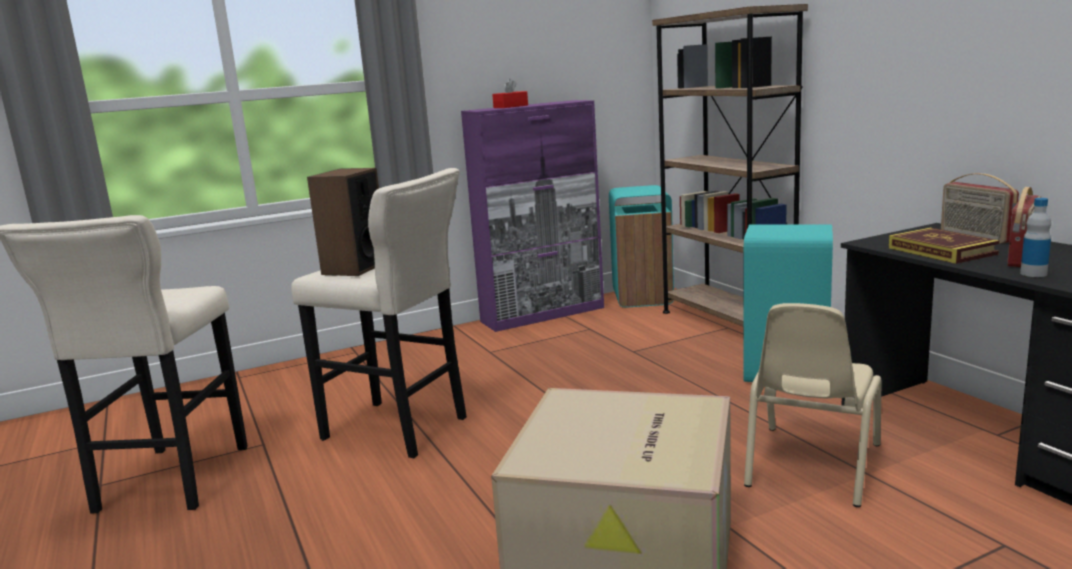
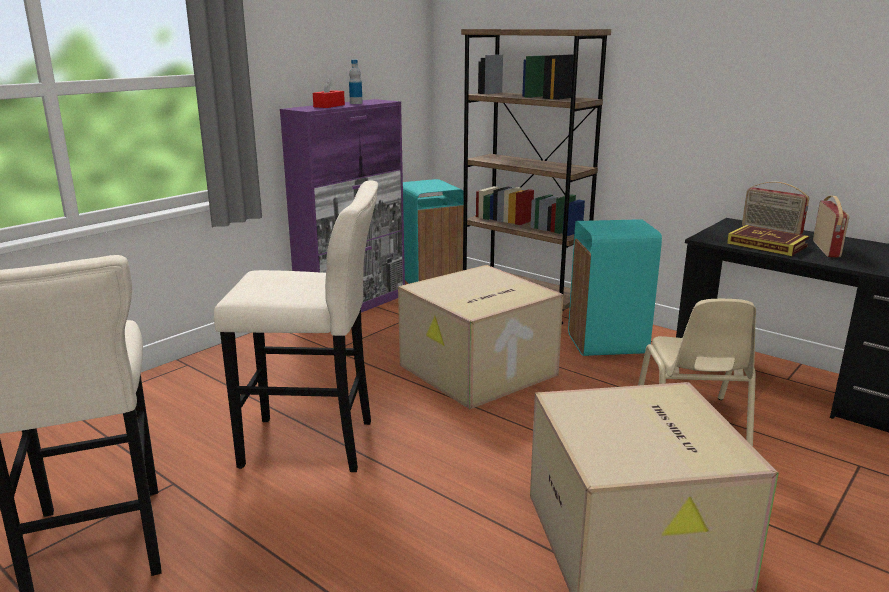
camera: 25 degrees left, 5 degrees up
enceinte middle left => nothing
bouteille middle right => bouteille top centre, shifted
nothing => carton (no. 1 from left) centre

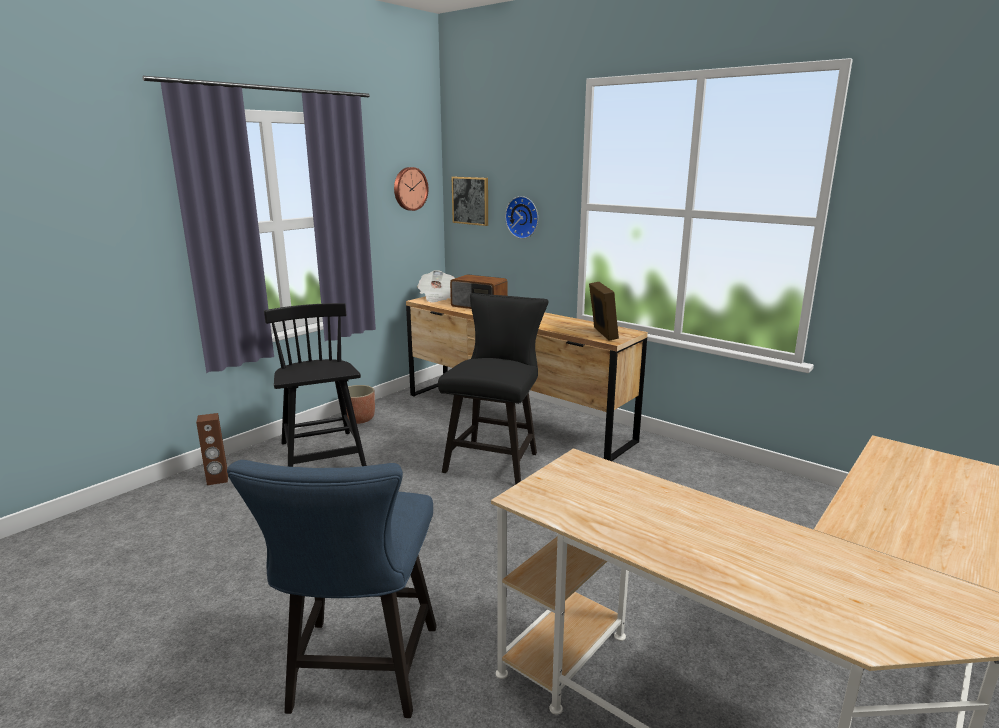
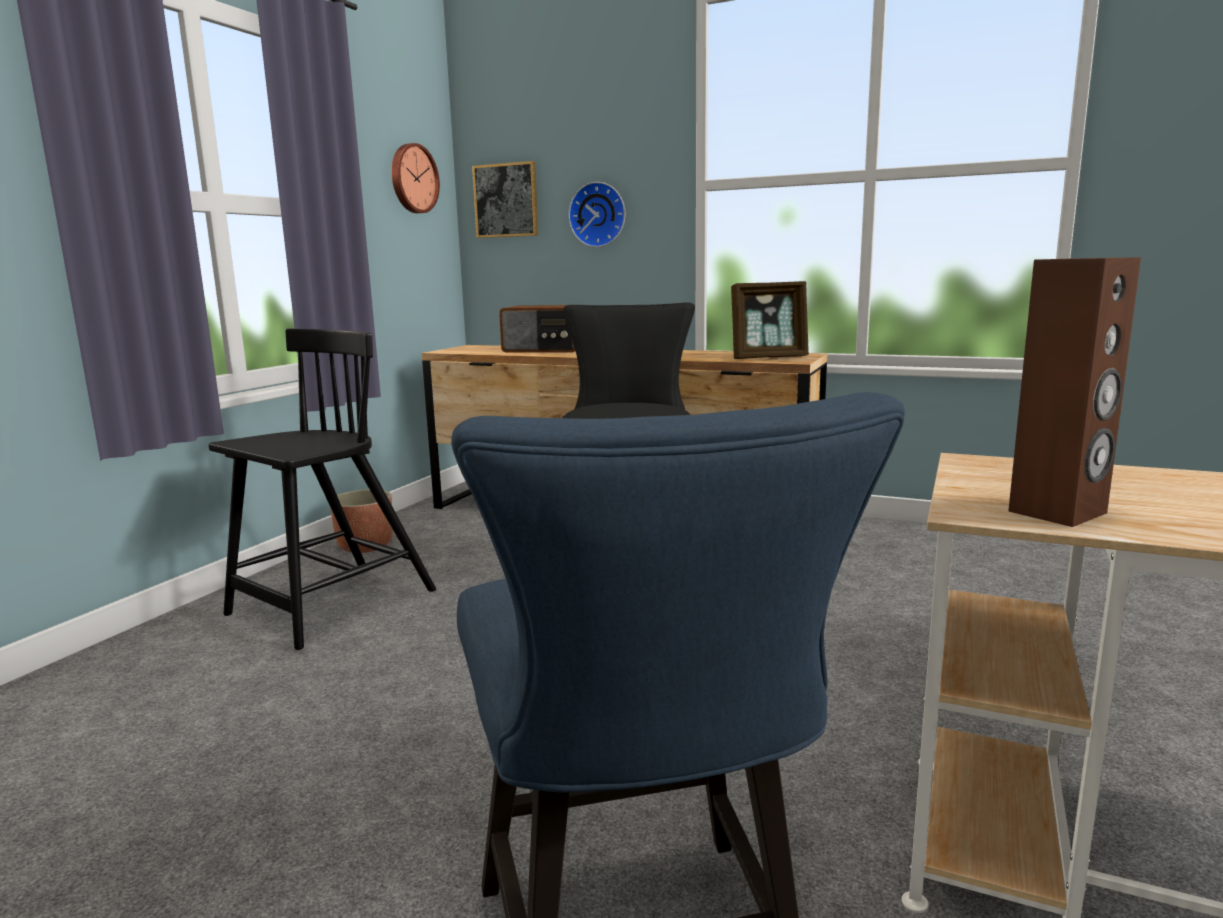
camera: 15 degrees left, 5 degrees down
enceinte [marron] middle left => enceinte [marron] middle right, shifted
chaise [noir] (no. 1 from left) middle left, 75 degrees clockwise
journal centre => nothing
cadre photo centre, 105 degrees clockwise

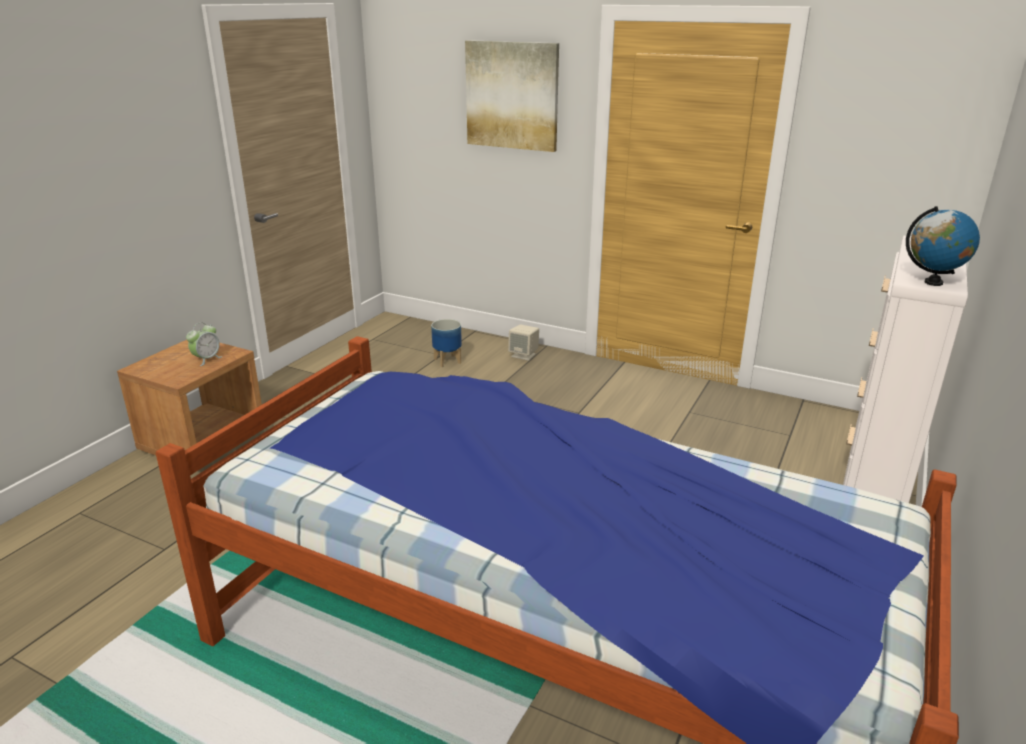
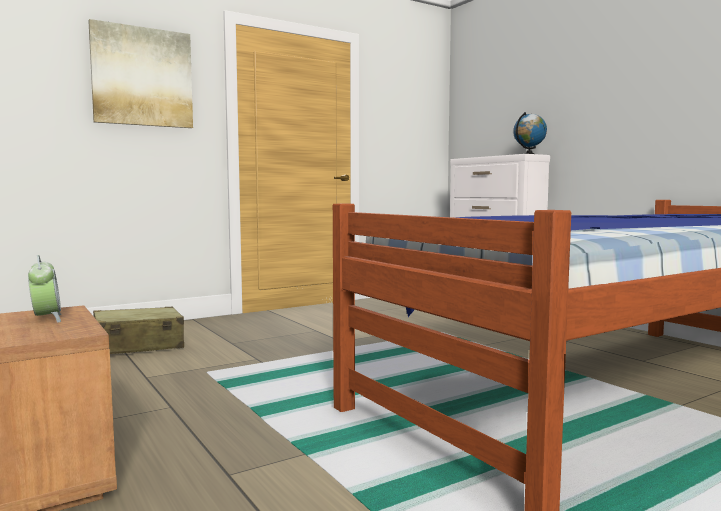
camera: 60 degrees left, 20 degrees down
cache-pot centre => valise [beige] middle left
enceinte [beige] centre => nothing

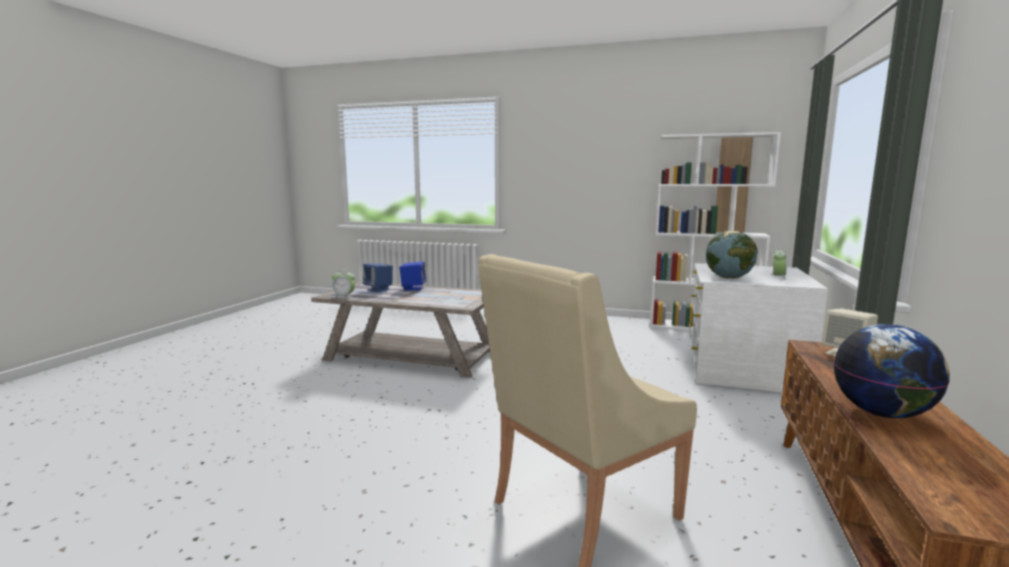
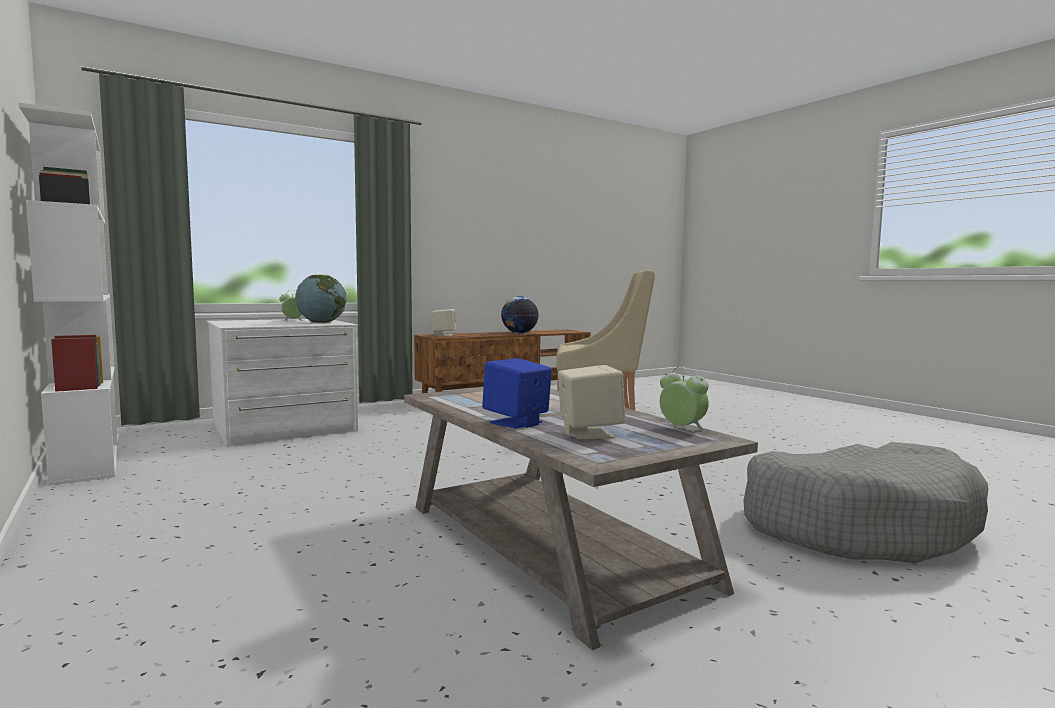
camera: 140 degrees left, 5 degrees down
enceinte [bleu] (no. 1 from left) centre => enceinte [beige] (no. 2 from left) centre
nothing => panier pour chien [gris] bottom right

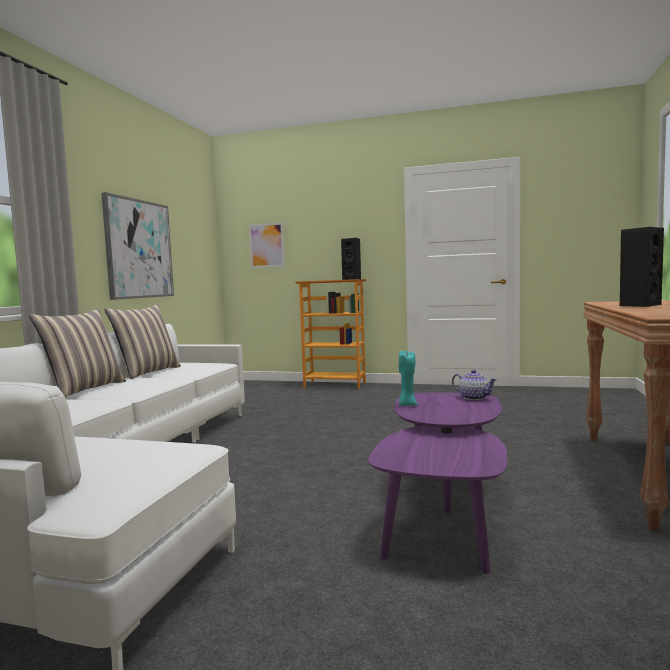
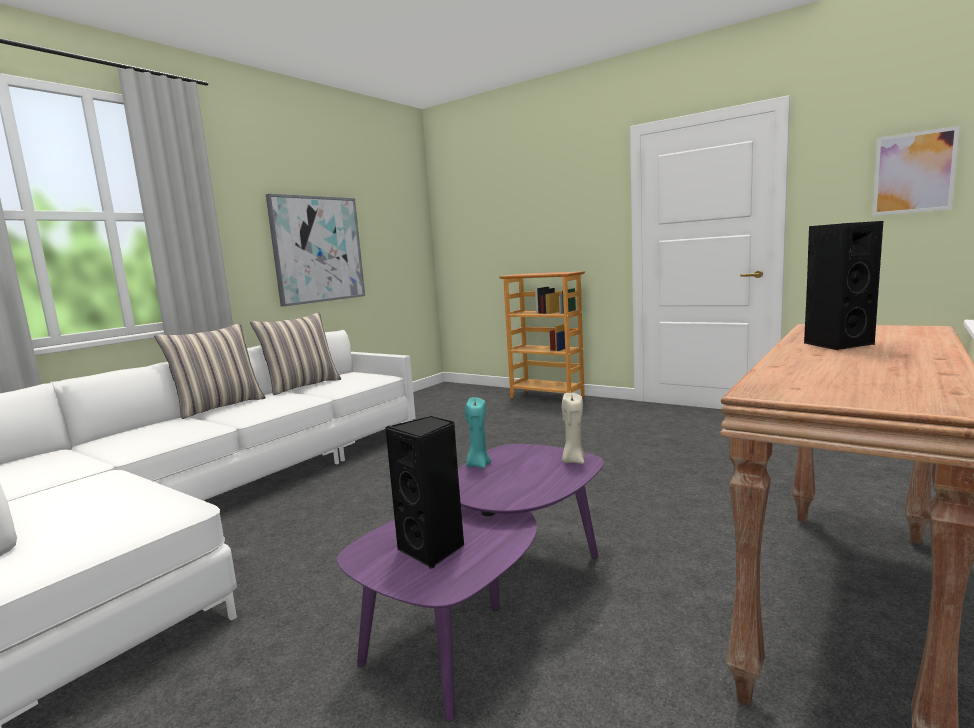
camera: 20 degrees right, 5 degrees up
tableau (no. 2 from left) centre => tableau (no. 2 from left) top right, shifted
enceinte [noir] (no. 1 from left) centre => enceinte [noir] (no. 1 from left) bottom centre, shifted
théière middle right => bougie [beige] centre

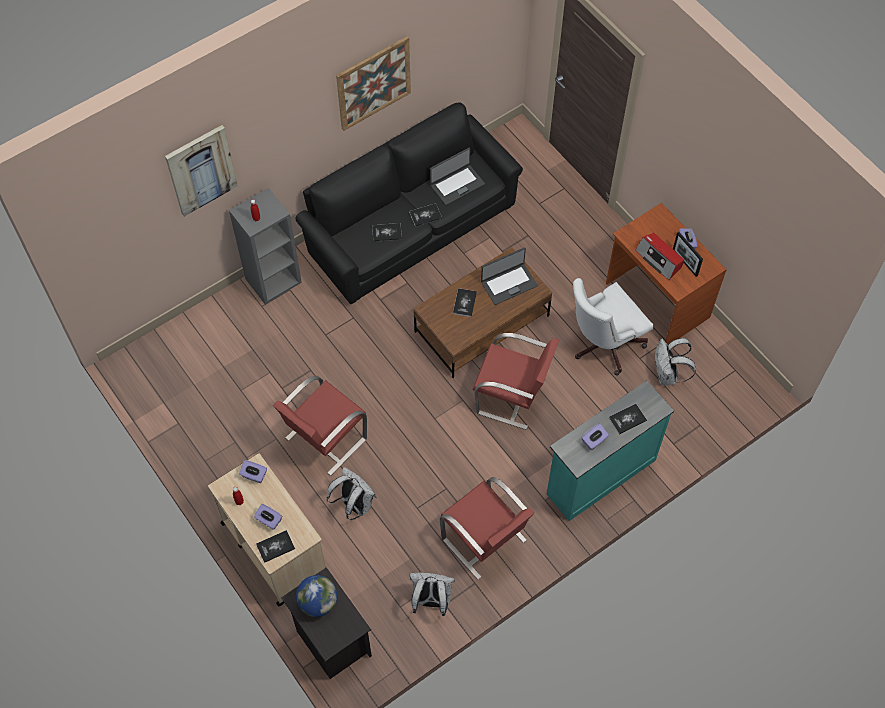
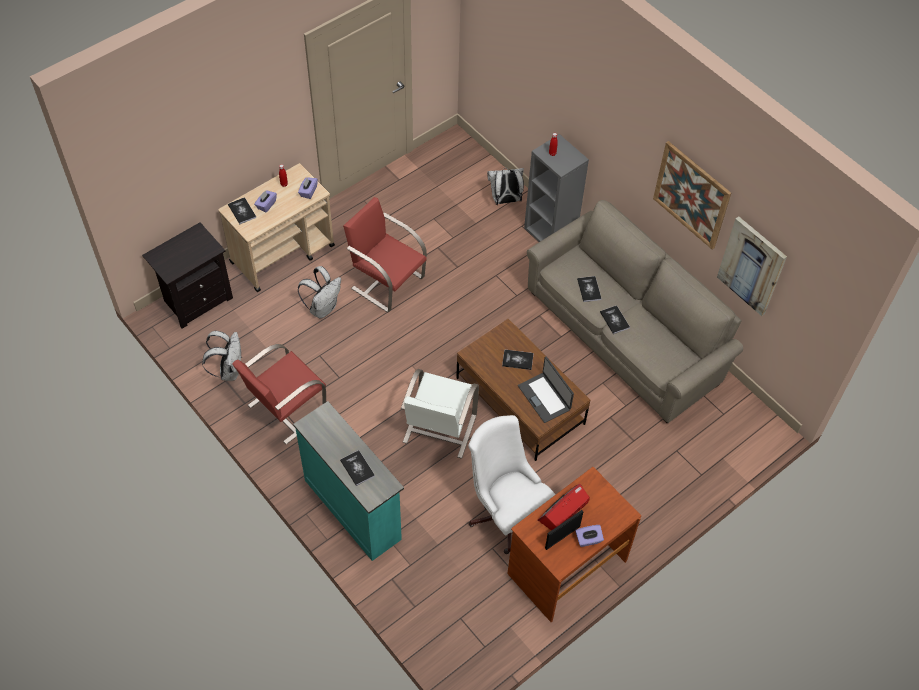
camera: 85 degrees right, 5 degrees down
tableau (no. 1 from left in the first image) top left => tableau (no. 2 from left) middle right, shifted
canapé [noir] top centre => canapé [beige] middle right
globe bottom centre => nothing
ordinateur portable (no. 1 from left) top centre => nothing
chaise [rouge] (no. 3 from left) centre => chaise [blanc] centre
boîte à mouchoirs [violet] (no. 3 from left) middle right => nothing
sac à dos [blanc] (no. 3 from left) middle right => sac à dos [blanc] (no. 3 from left) top centre, shifted

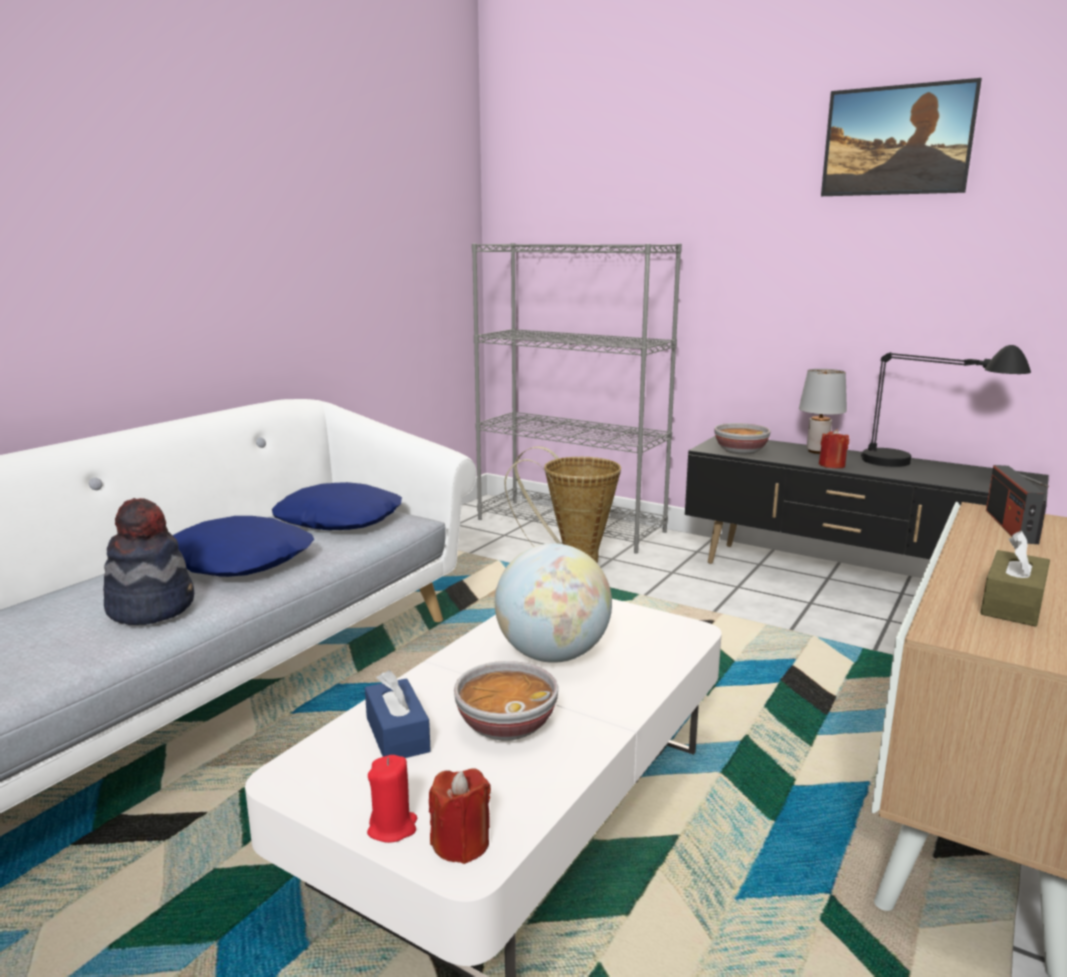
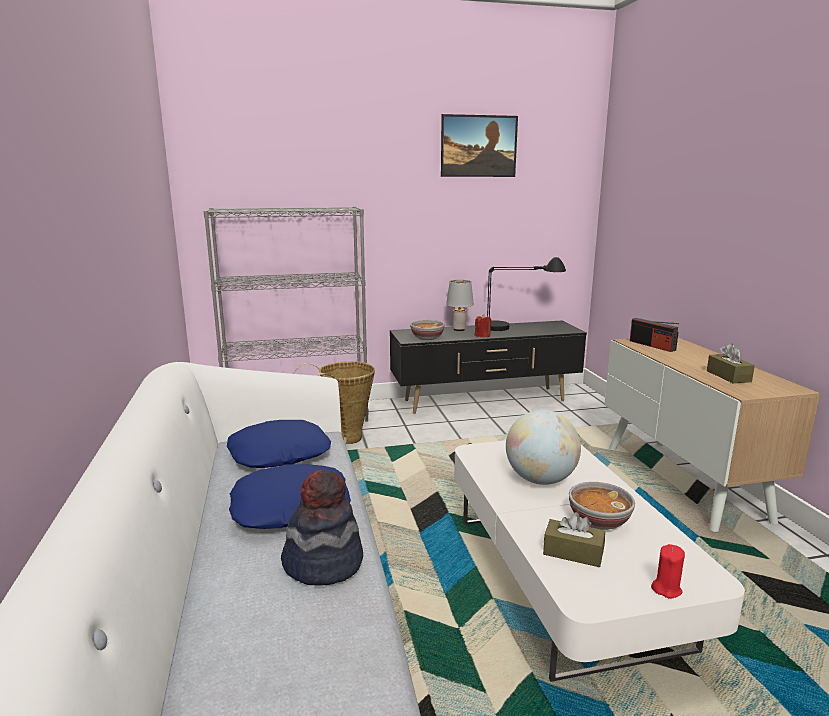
camera: 45 degrees left, 0 degrees up
boîte à mouchoirs [bleu] bottom centre => boîte à mouchoirs [marron] (no. 1 from left) bottom right
bougie [rouge] (no. 2 from left) bottom centre => nothing

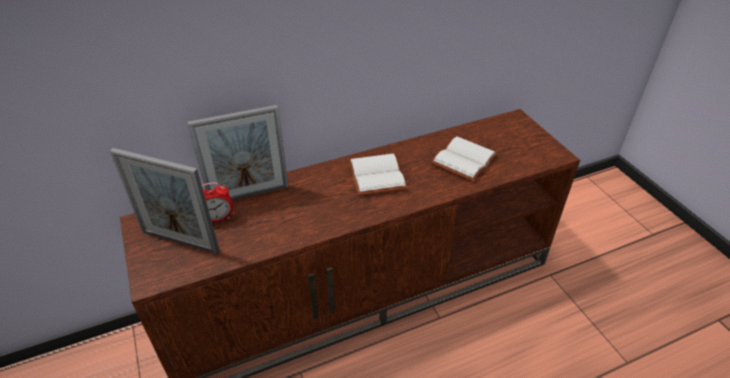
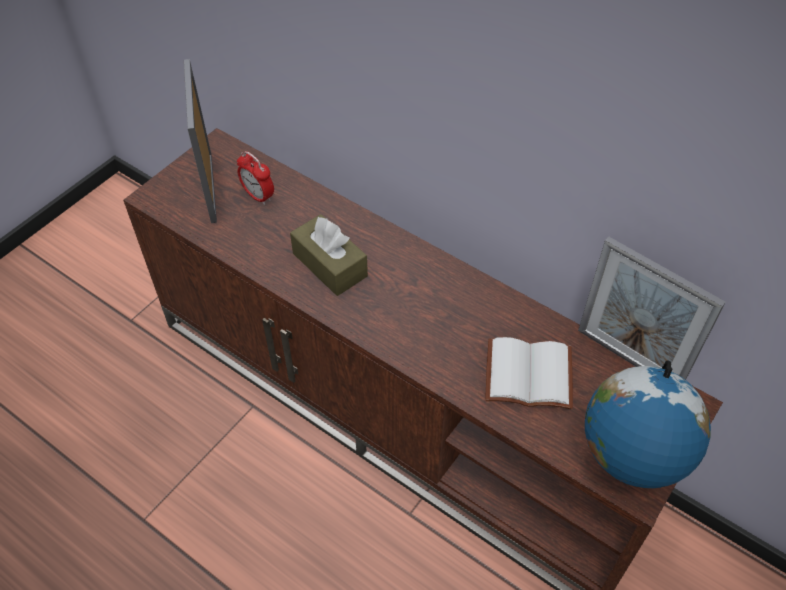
camera: 60 degrees right, 10 degrees up
cadre photo (no. 2 from left) middle left => cadre photo (no. 2 from left) middle right, shifted
livre [blanc] (no. 1 from left) centre => nothing
nothing => boîte à mouchoirs [marron] centre
nothing => globe bottom right

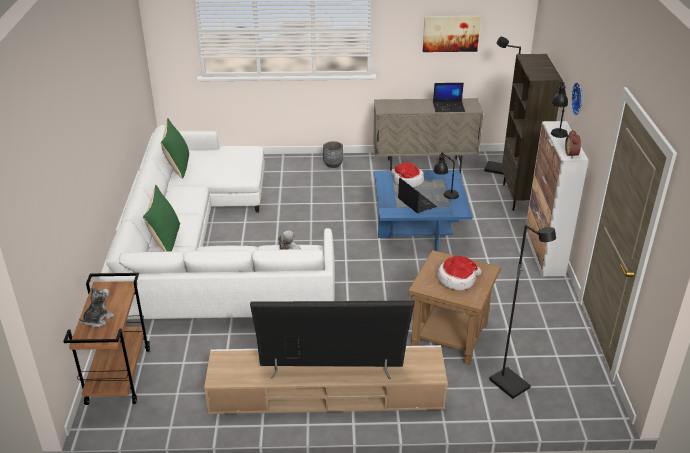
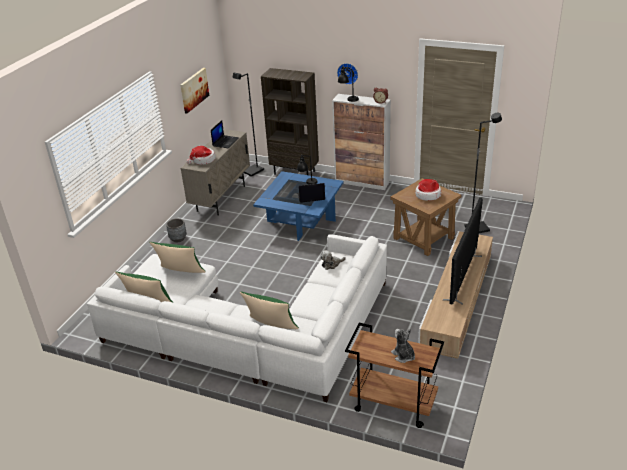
camera: 65 degrees left, 0 degrees up
chapeau (no. 1 from left) centre => chapeau (no. 1 from left) top left, shifted
nothing => coussin [vert] (no. 2 from left) middle left

